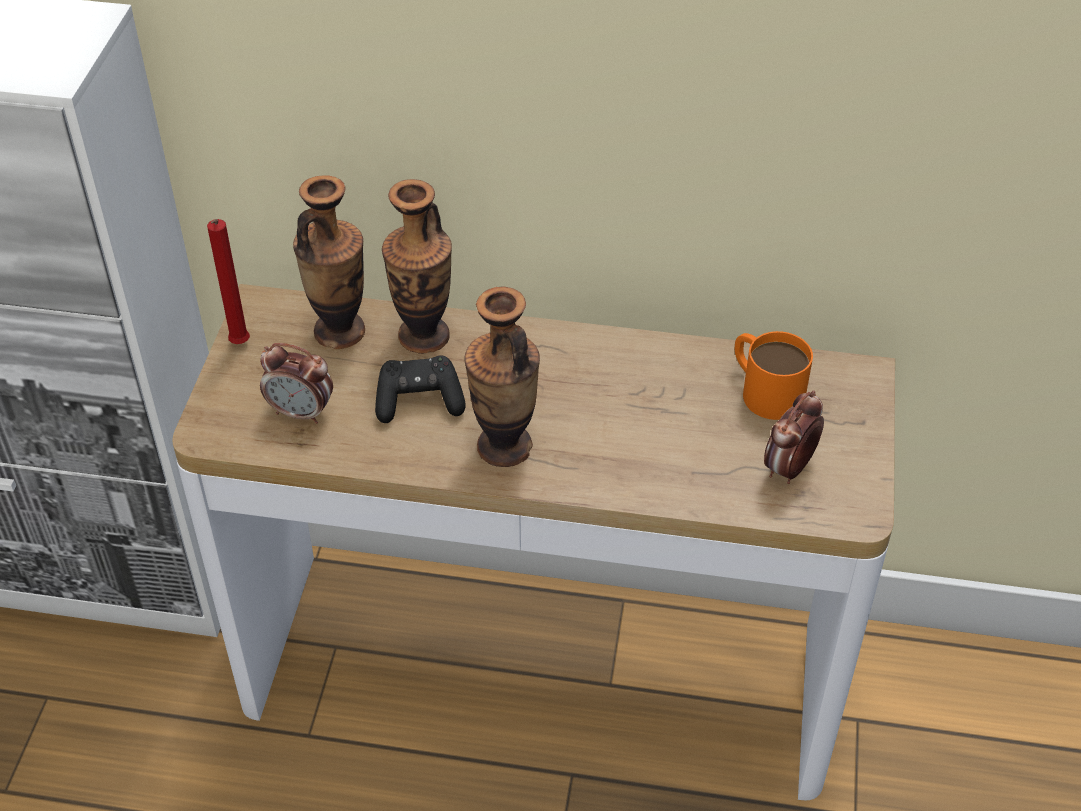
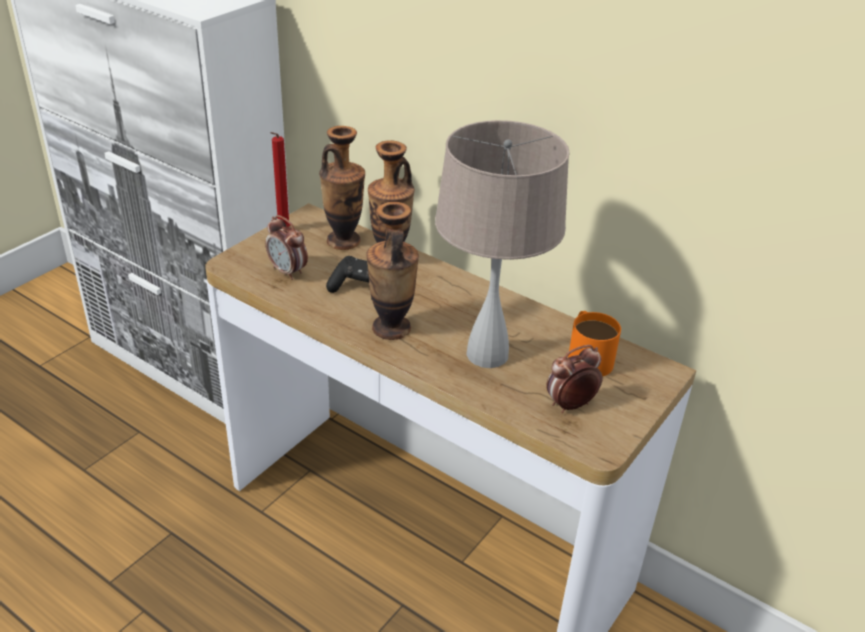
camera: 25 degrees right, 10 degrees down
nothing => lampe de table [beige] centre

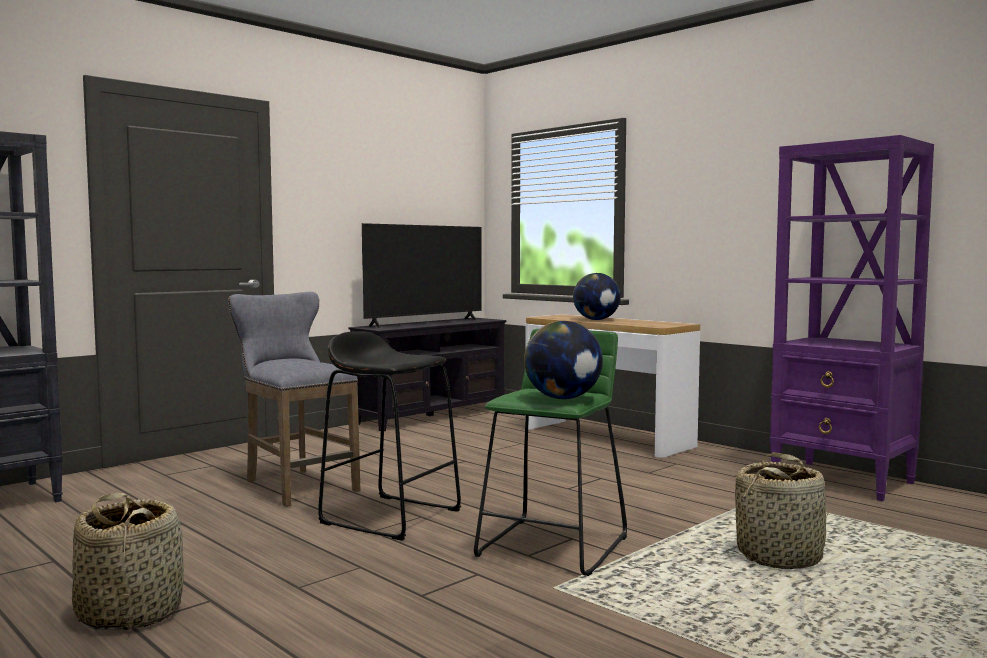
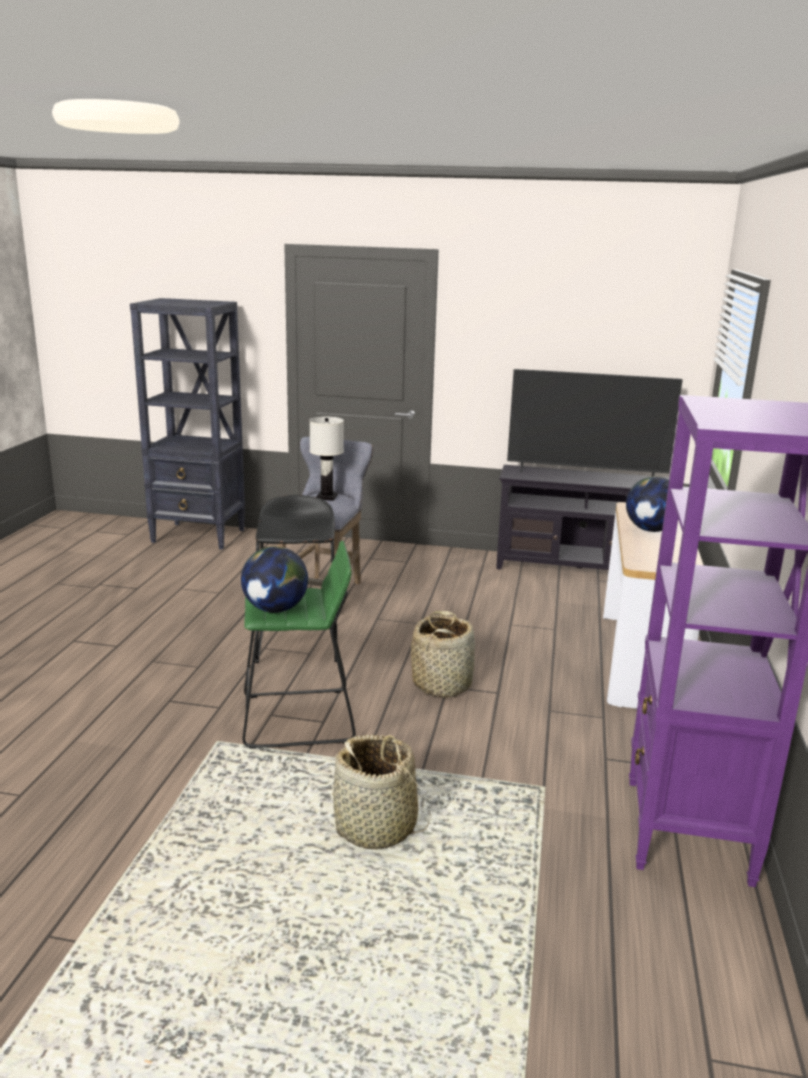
camera: 55 degrees right, 15 degrees up
panier (no. 1 from left in the first image) bottom left => panier (no. 2 from left) centre, shifted
nothing => lampe de table [blanc] centre

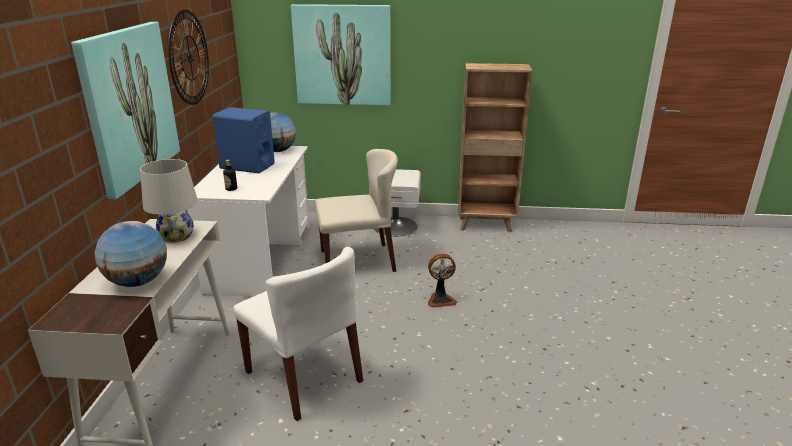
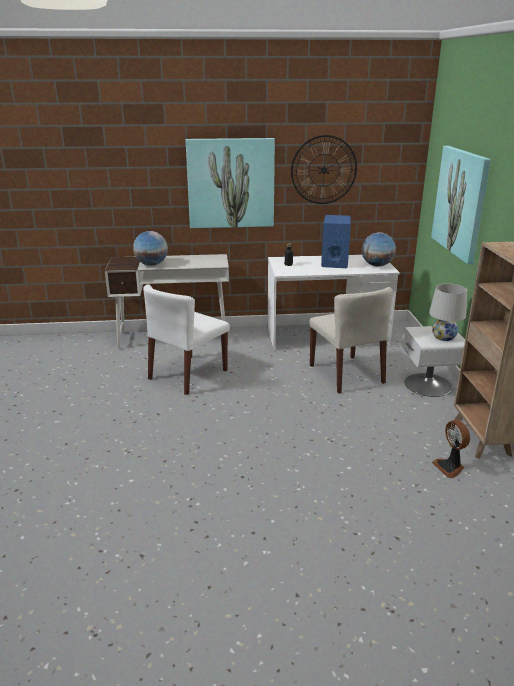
camera: 80 degrees right, 0 degrees up
lampe de table [blanc] middle left => lampe de table [blanc] middle right, shifted
ventilateur centre => ventilateur middle right, shifted

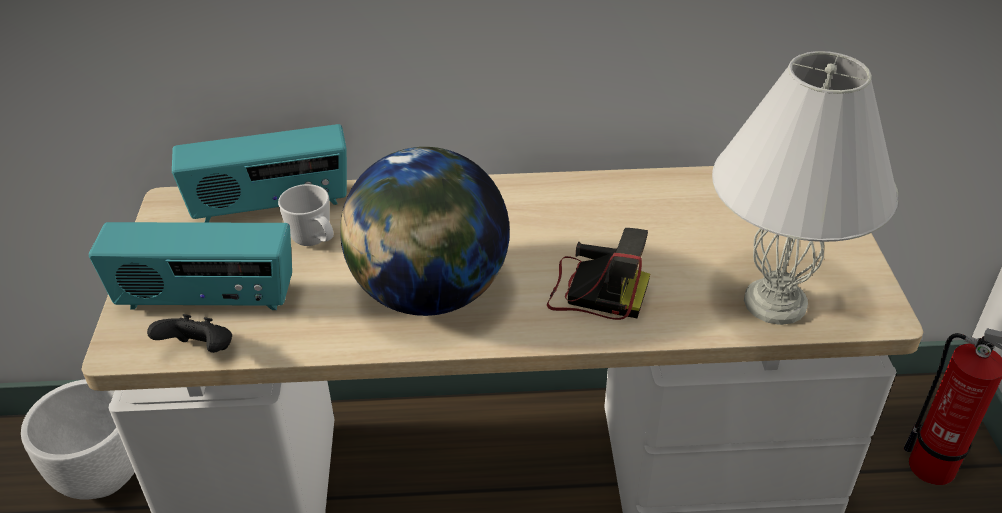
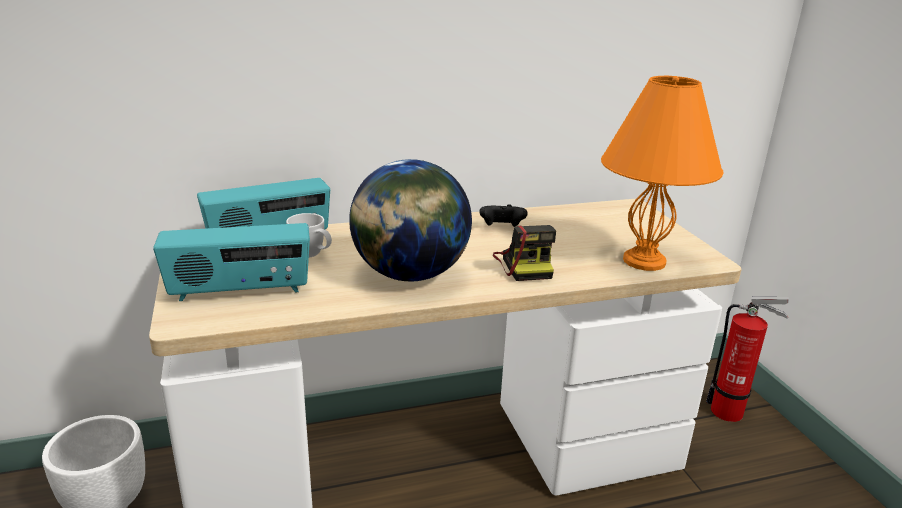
camera: 15 degrees left, 15 degrees down
manette [noir] middle left => manette [noir] centre, shifted
appareil photo centre, 75 degrees clockwise
lampe de table [blanc] middle right => lampe de table [orange] middle right

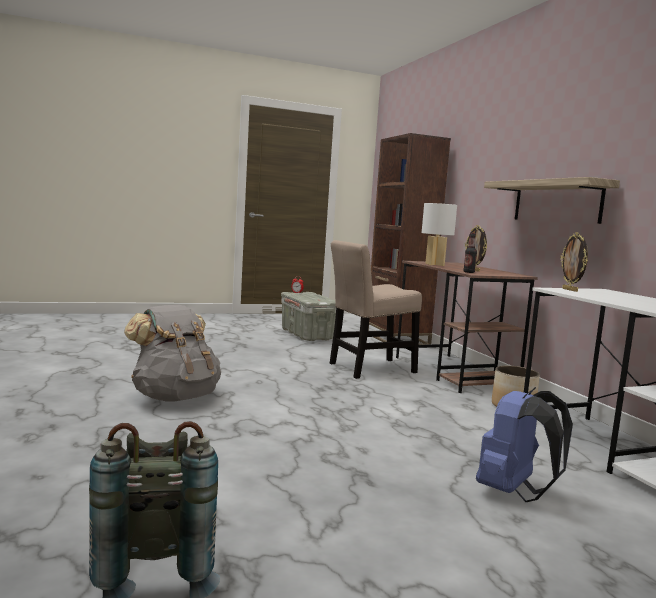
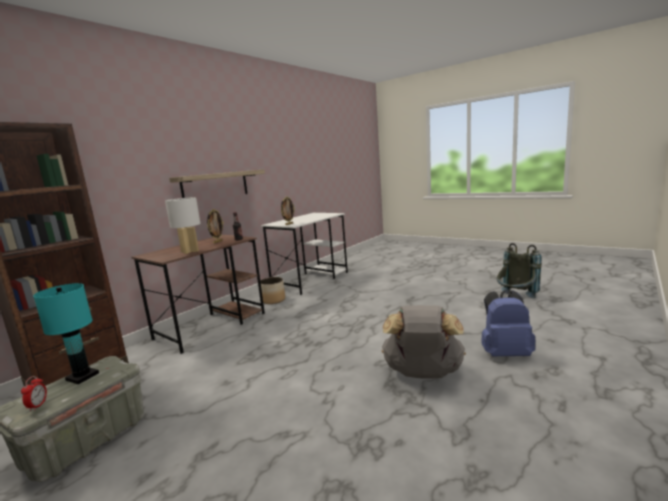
camera: 120 degrees left, 5 degrees up
chaise [beige] centre => nothing
sac à dos [bleu] bottom right => sac à dos [bleu] middle right, shifted
nothing => lampe de table [turquoise] middle left

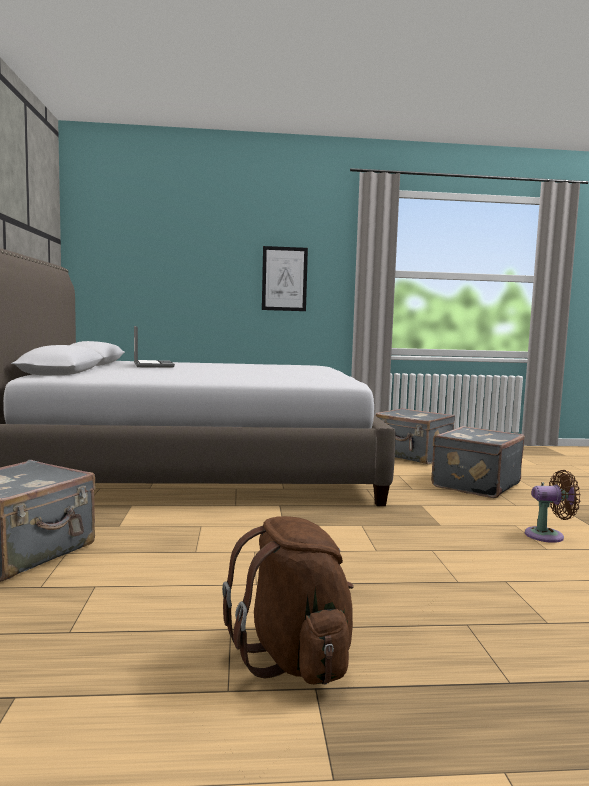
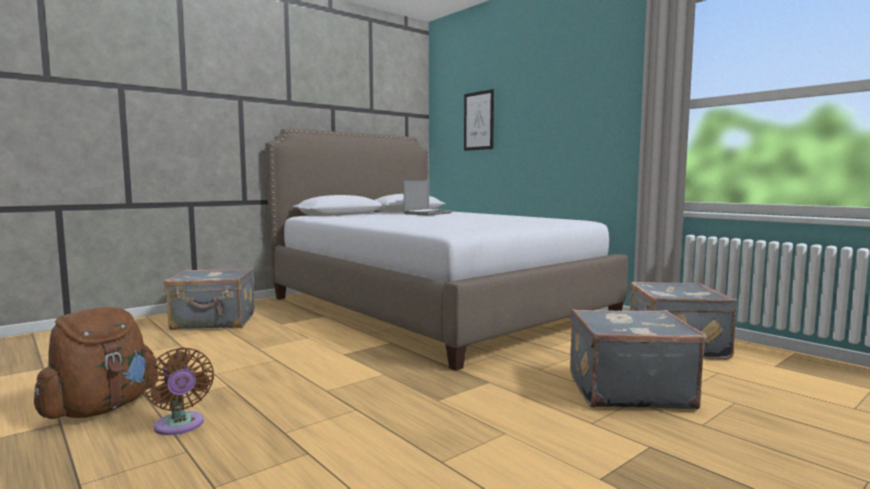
camera: 55 degrees right, 0 degrees up
tableau centre => tableau top centre, shifted
ventilateur [marron] middle right => ventilateur [marron] bottom left, shifted

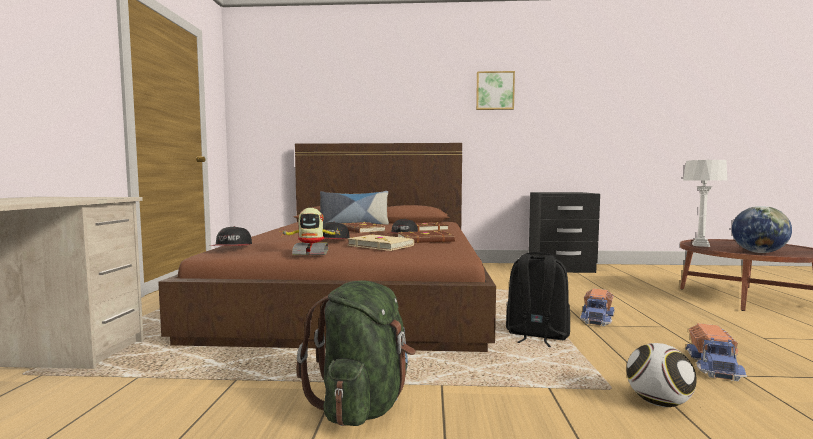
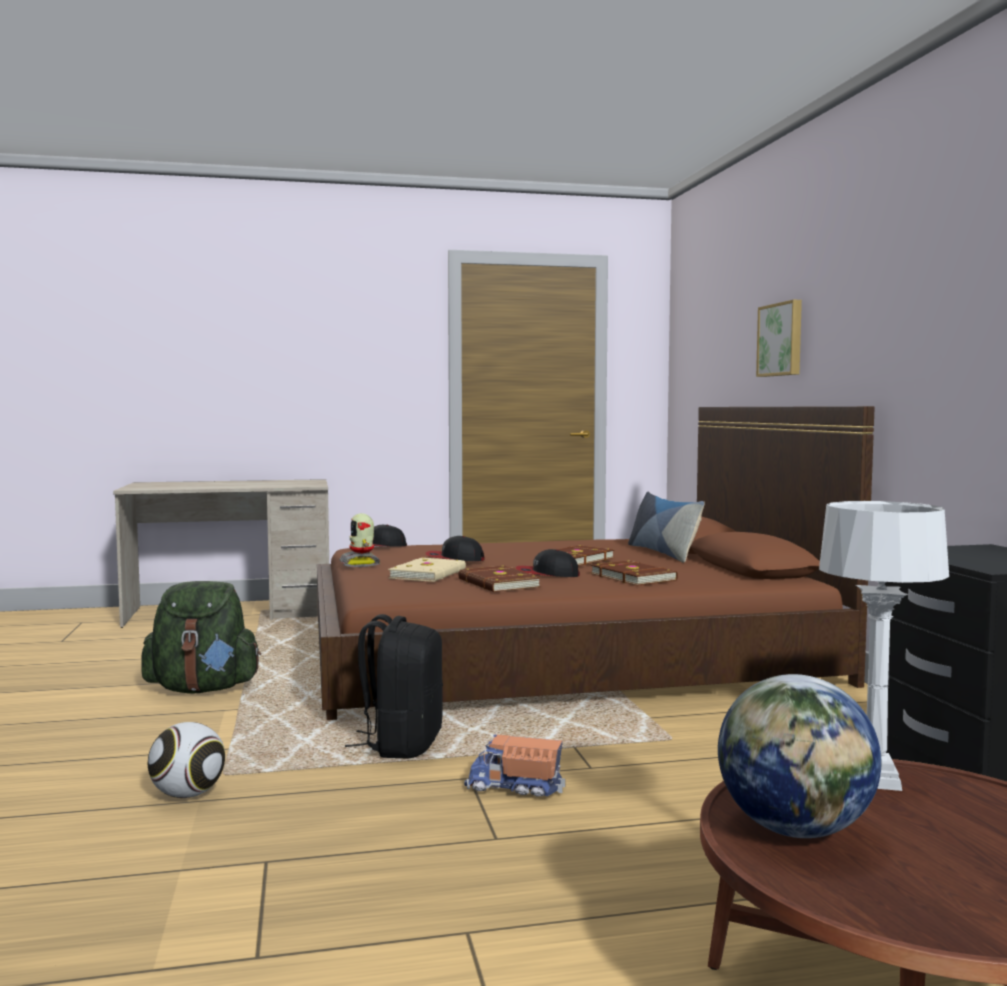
camera: 75 degrees right, 0 degrees up
tableau top centre => tableau middle right, shifted
camion jouet (no. 2 from left) bottom right => nothing

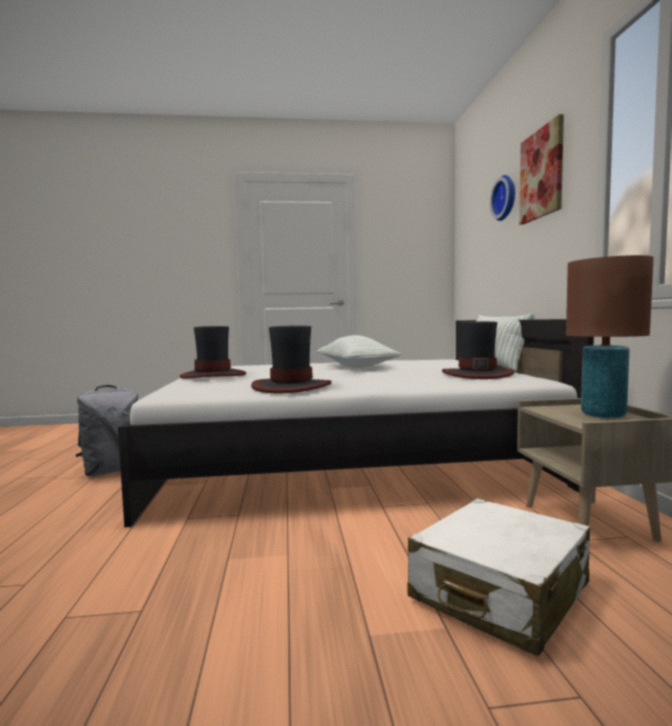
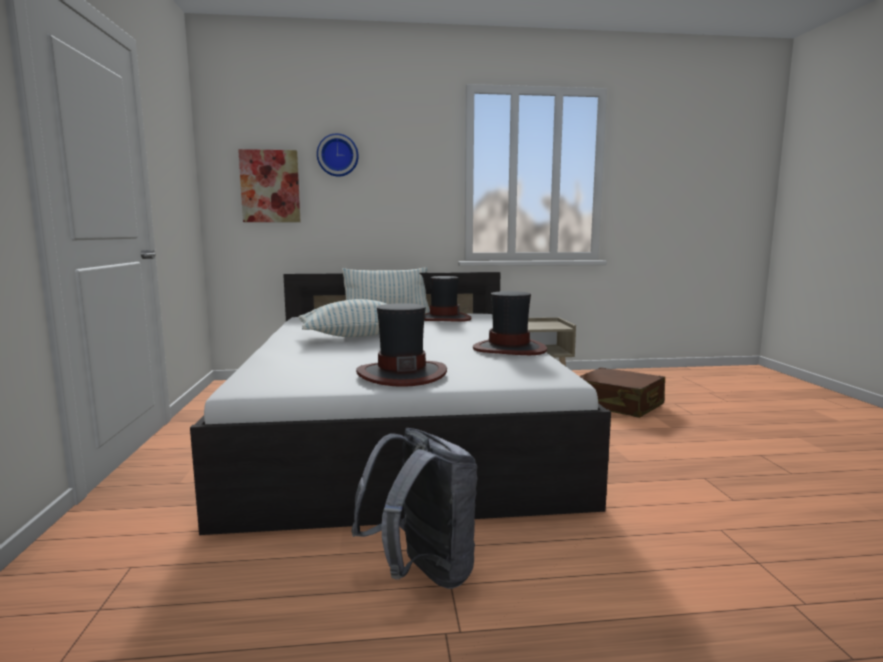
camera: 90 degrees left, 5 degrees up
valise [blanc] bottom right => valise [marron] middle right
tableau top right => tableau top left, shifted
lampe de table [marron] middle right => nothing

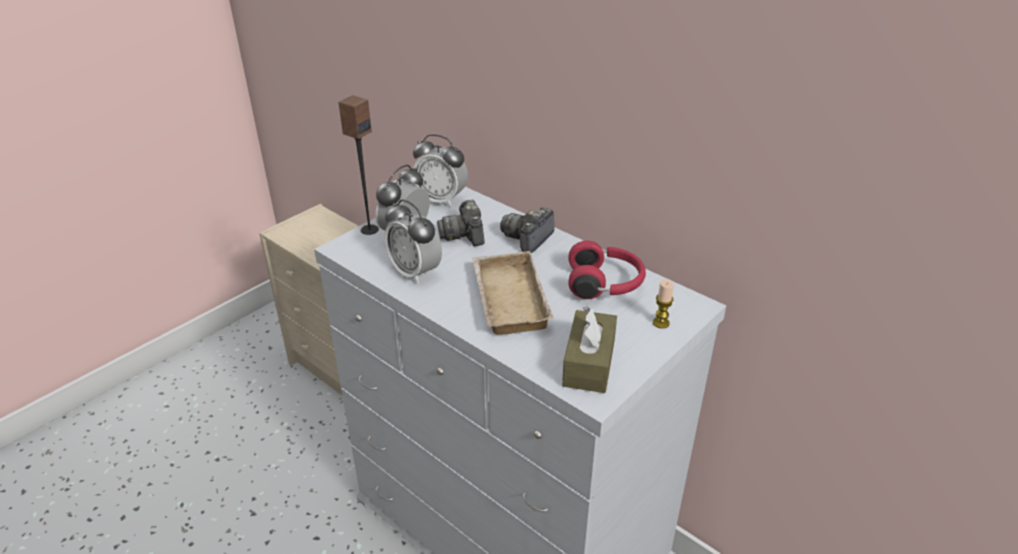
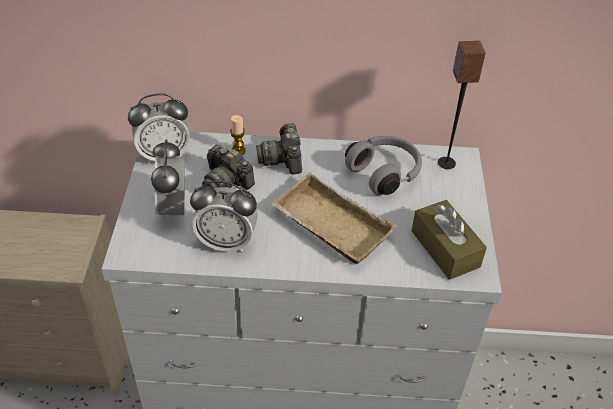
camera: 40 degrees left, 10 degrees up
enceinte top centre => enceinte top right, shifted
casque audio [rouge] centre => casque audio [gris] centre
bougie centre => bougie top centre, shifted

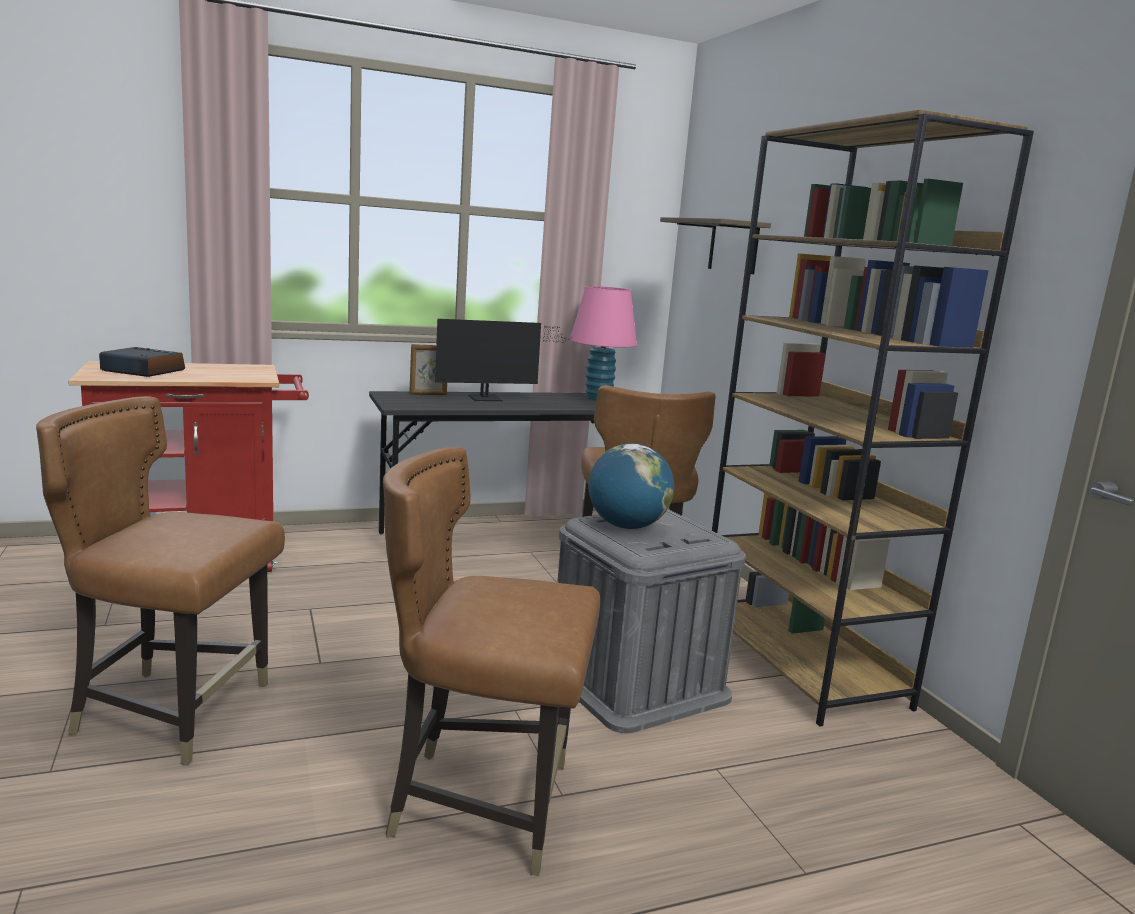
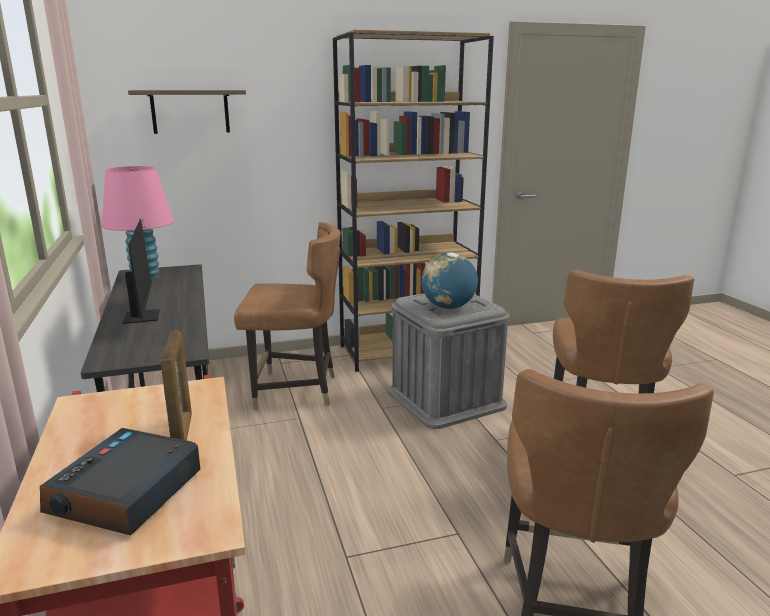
camera: 85 degrees left, 5 degrees up
cadre photo centre => cadre photo middle left, shifted

